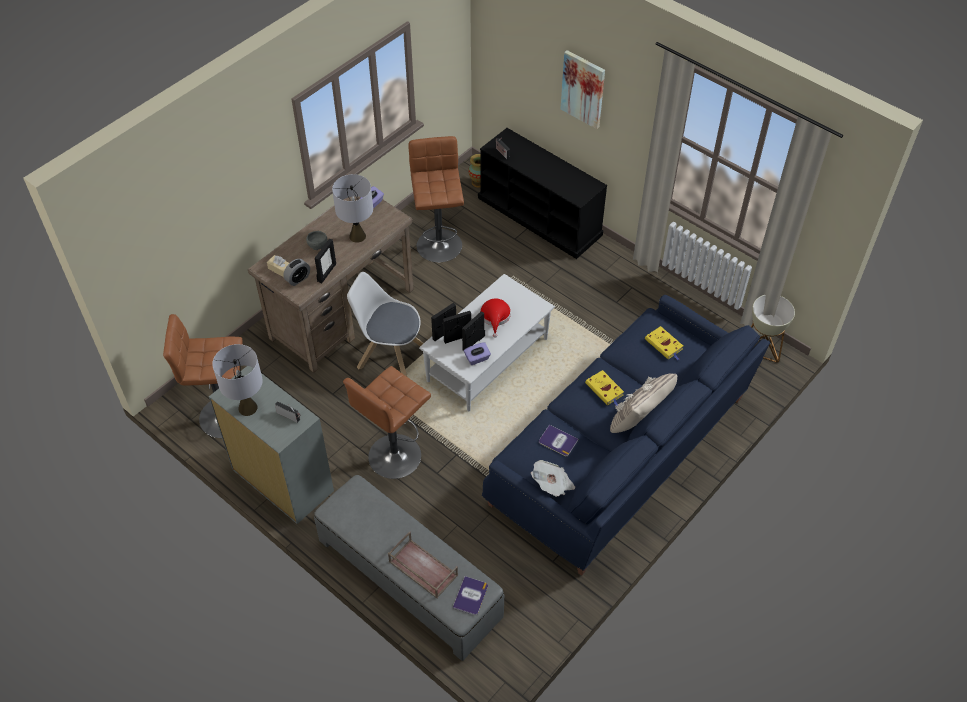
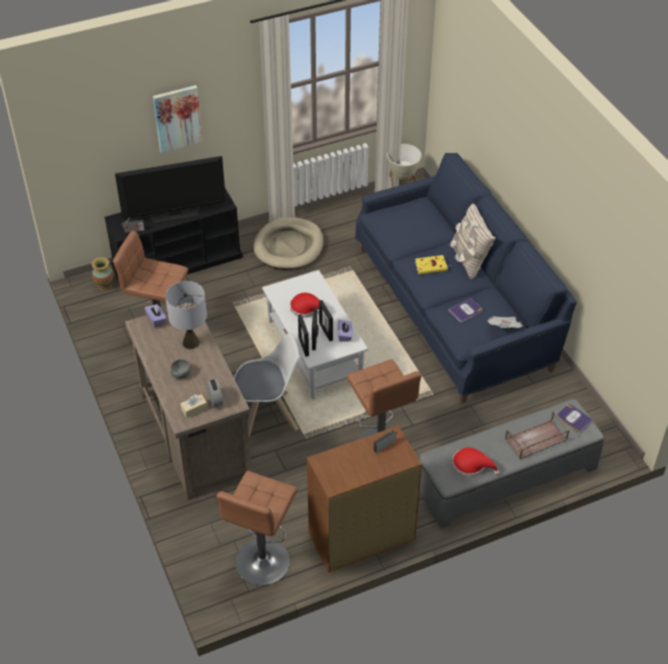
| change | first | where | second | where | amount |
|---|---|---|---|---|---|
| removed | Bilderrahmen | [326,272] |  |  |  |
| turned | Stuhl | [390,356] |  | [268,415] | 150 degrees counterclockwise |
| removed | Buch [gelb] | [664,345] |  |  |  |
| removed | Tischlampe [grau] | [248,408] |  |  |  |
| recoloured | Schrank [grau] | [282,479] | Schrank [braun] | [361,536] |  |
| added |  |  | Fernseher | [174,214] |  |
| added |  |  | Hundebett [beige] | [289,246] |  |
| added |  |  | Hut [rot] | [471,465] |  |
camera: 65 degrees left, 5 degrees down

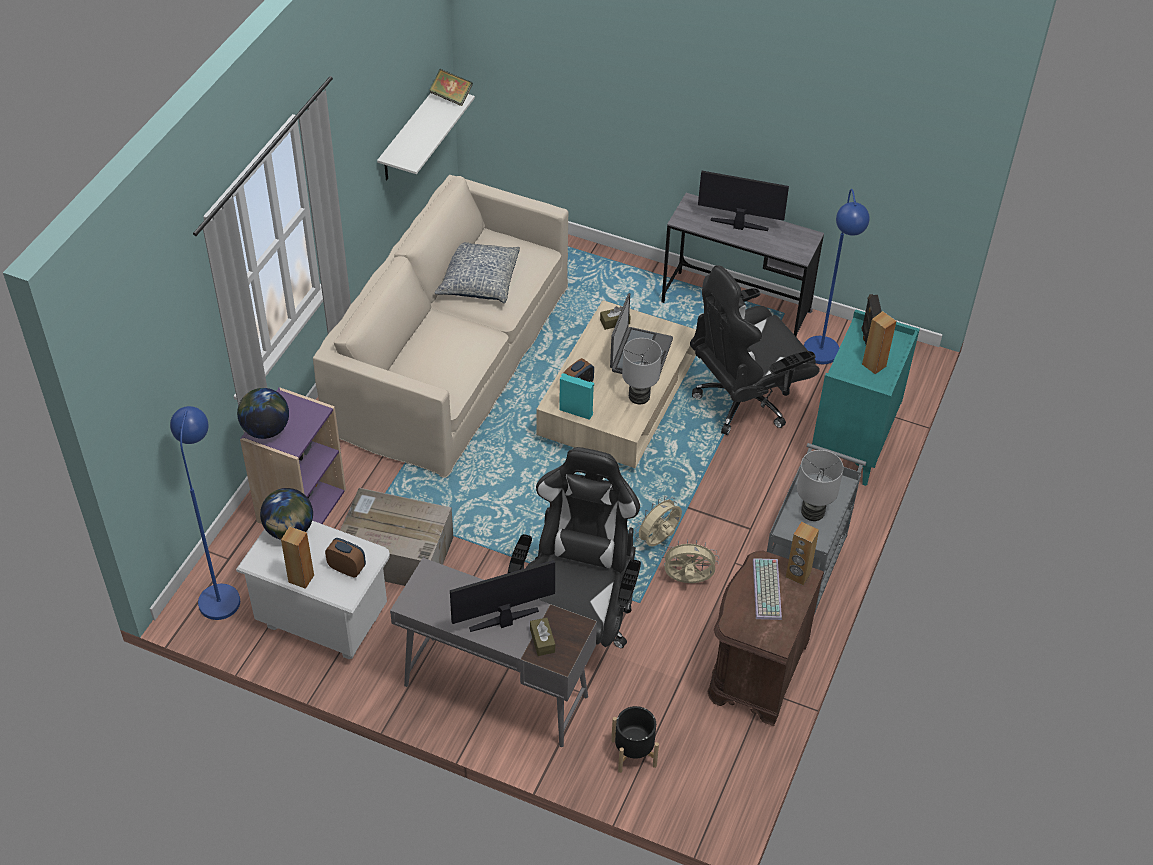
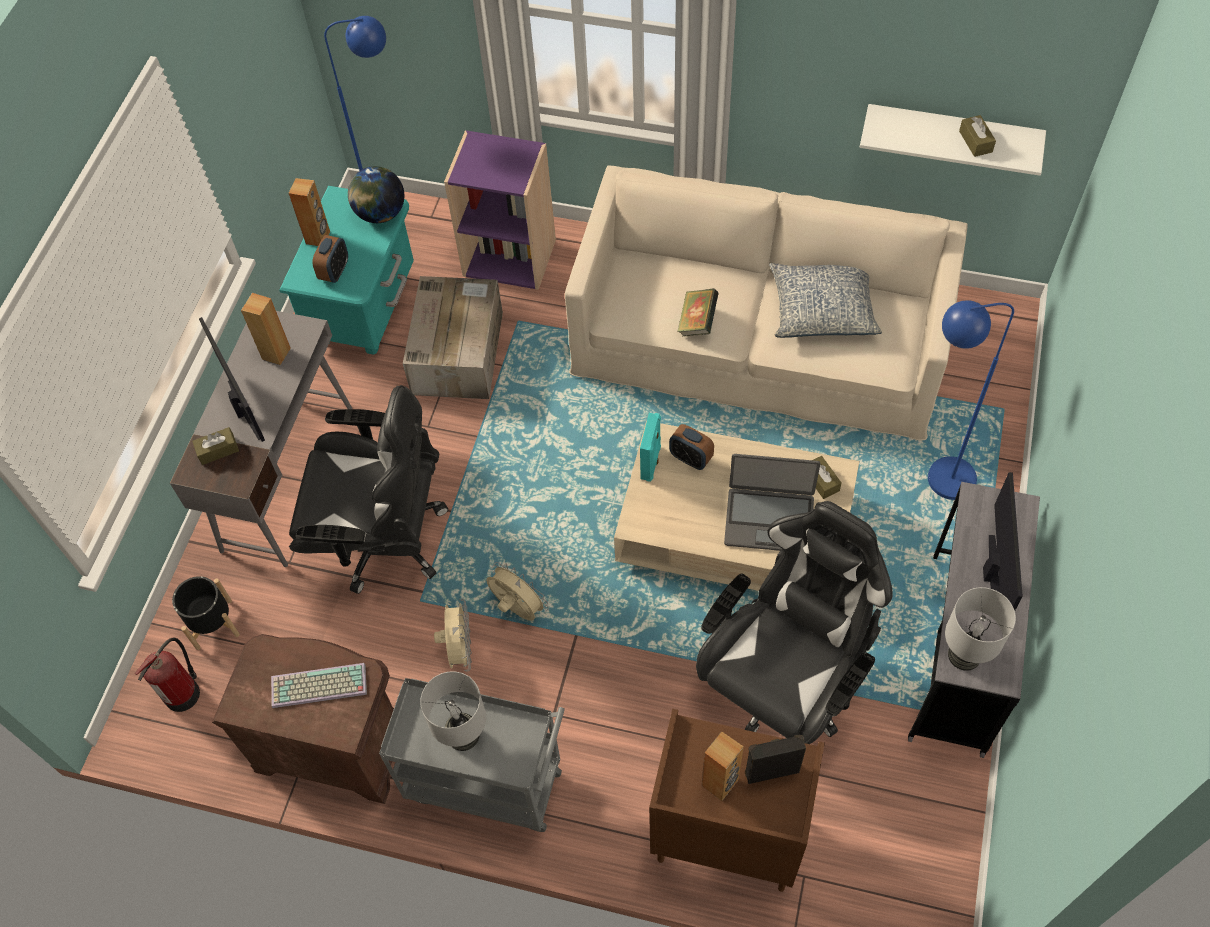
| change | first | where | second | where | amount |
|---|---|---|---|---|---|
| moved | Buch | [451,97] |  | [697,322] |  |
| moved | Stehlampe [blau] | [822,360] |  | [936,482] |  |
| turned | Bürostuhl [schwarz] | [748,398] |  | [783,687] | 75 degrees clockwise |
| recoloured | Schrank [türkis] | [852,446] | Schrank [braun] | [726,837] |  |
| moved | Tischlampe [grau] | [639,396] |  | [964,655] |  |
| removed | Globus | [266,429] |  |  |  |
| recoloured | Nachttisch [weiß] | [324,617] | Nachttisch [türkis] | [367,310] |  |
| moved | Lautsprecher [braun] | [798,575] |  | [276,353] |  |
| added |  |  | Taschentuchbox [braun] | [975,141] |  |
| added |  |  | Feuerlöscher | [183,692] |  |
camera: 85 degrees right, 10 degrees up

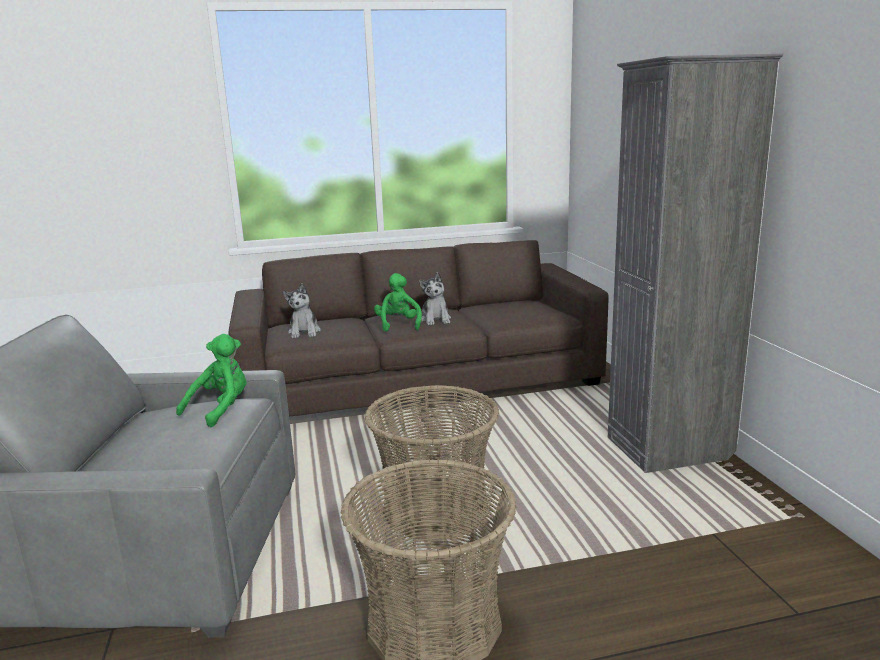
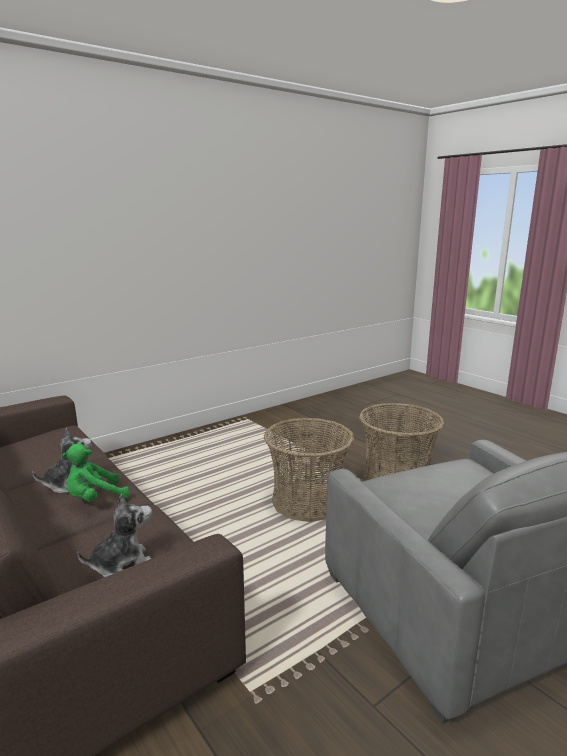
| change | first | where | second | where | amount |
|---|---|---|---|---|---|
| removed | Schrank [grau] | [668,449] |  |  |  |
| removed | Plüschtier [grün] | [221,409] |  |  |  |
camera: 115 degrees left, 0 degrees up

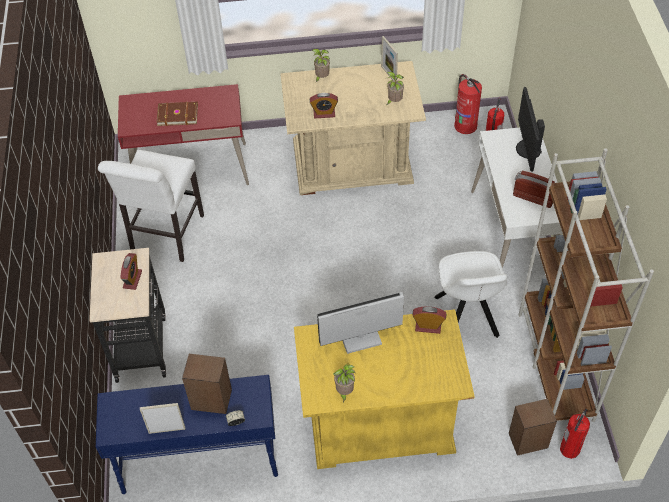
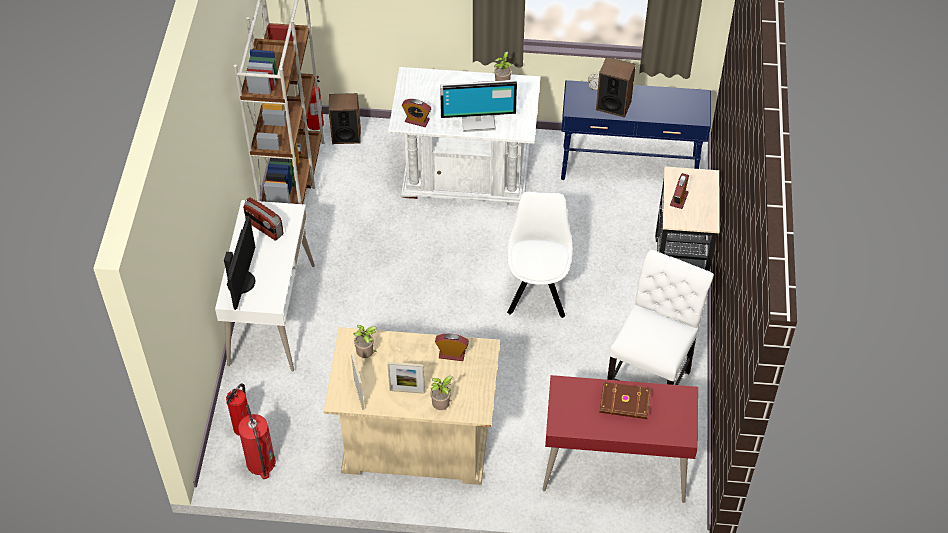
| change | first | where | second | where | amount |
|---|---|---|---|---|---|
| moved | Stuhl [weiß] | [467,317] |  | [537,291] |  |
| recoloured | Schrank [gelb] | [379,419] | Schrank [weiß] | [466,172] |  |
| moved | Bilderrahmen | [167,430] |  | [407,391] |  |
camera: 170 degrees left, 0 degrees up

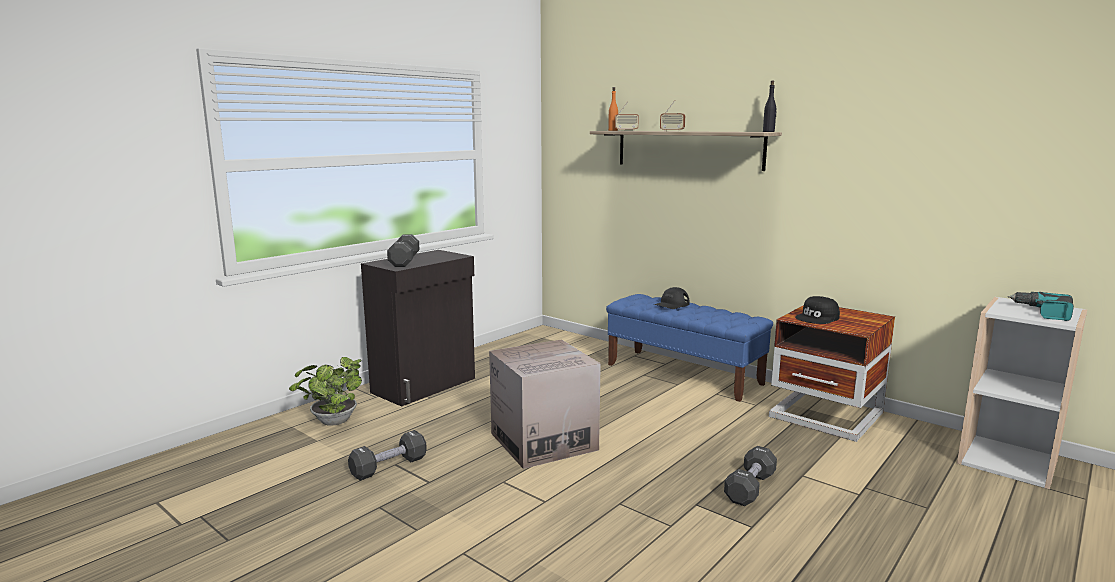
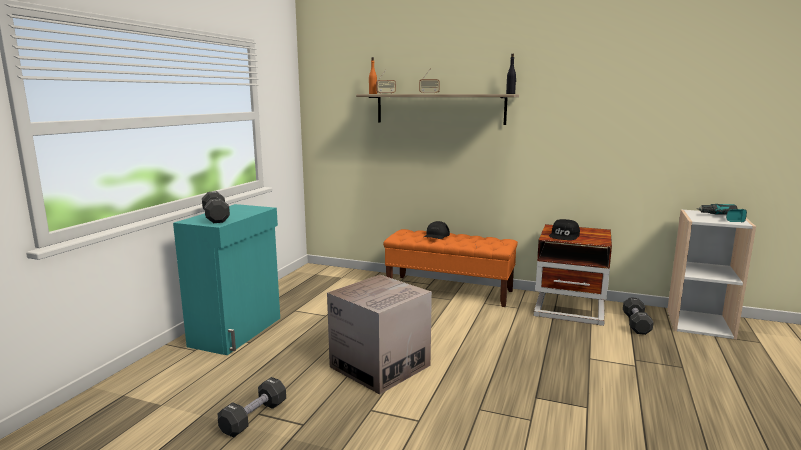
| change | first | where | second | where | amount |
|---|---|---|---|---|---|
| recoloured | Schrank [schwarz] | [425,385] | Schrank [türkis] | [238,331] |  |
| recoloured | Bank [blau] | [684,374] | Bank [orange] | [449,291] |  |
| removed | Topfpflanze | [332,423] |  |  |  |
| moved | Hantel [schwarz] | [750,488] |  | [636,324] |  |
camera: 20 degrees left, 0 degrees up

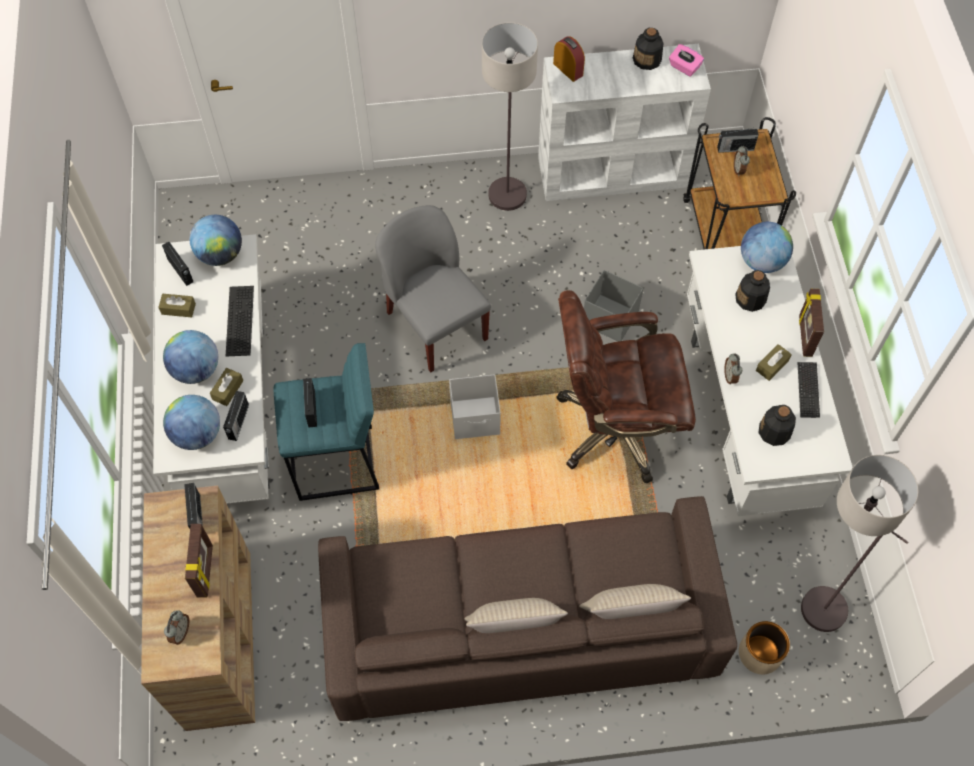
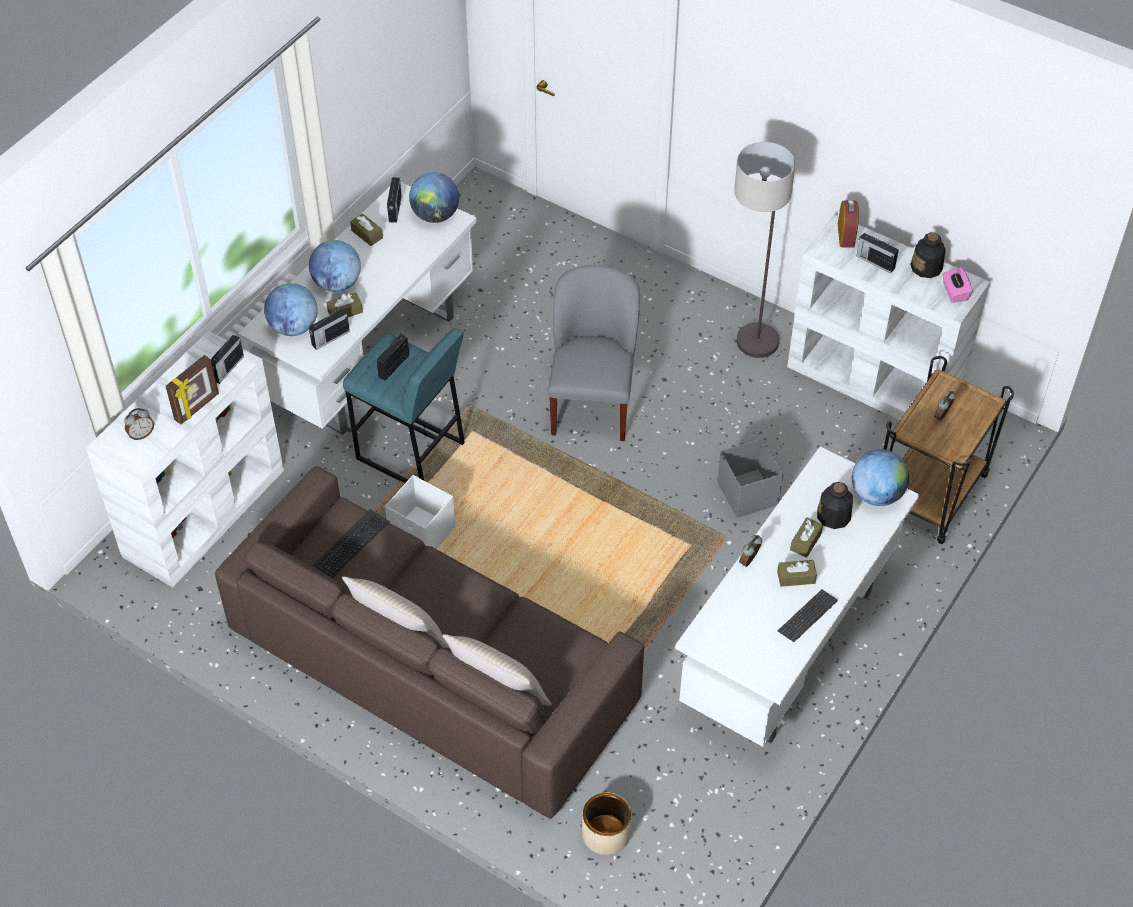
| change | first | where | second | where | amount |
|---|---|---|---|---|---|
| moved | Radio | [734,148] |  | [874,262] |  |
| moved | Tastatur | [238,320] |  | [351,542] |  |
| removed | Bilderrahmen | [804,336] |  |  |  |
| removed | Bürostuhl [braun] | [617,426] |  |  |  |
| moved | Aufbewahrungsbox [weiß] | [476,418] |  | [422,533] |  |
| removed | Flasche | [774,432] |  |  |  |
| removed | Stehlampe [grau] | [811,601] |  |  |  |
| recoloured | Bücherregal [braun] | [217,639] | Bücherregal [weiß] | [203,512] |  |
| added |  |  | Taschentuchbox [braun] | [805,541] |  |
camera: 40 degrees right, 10 degrees down

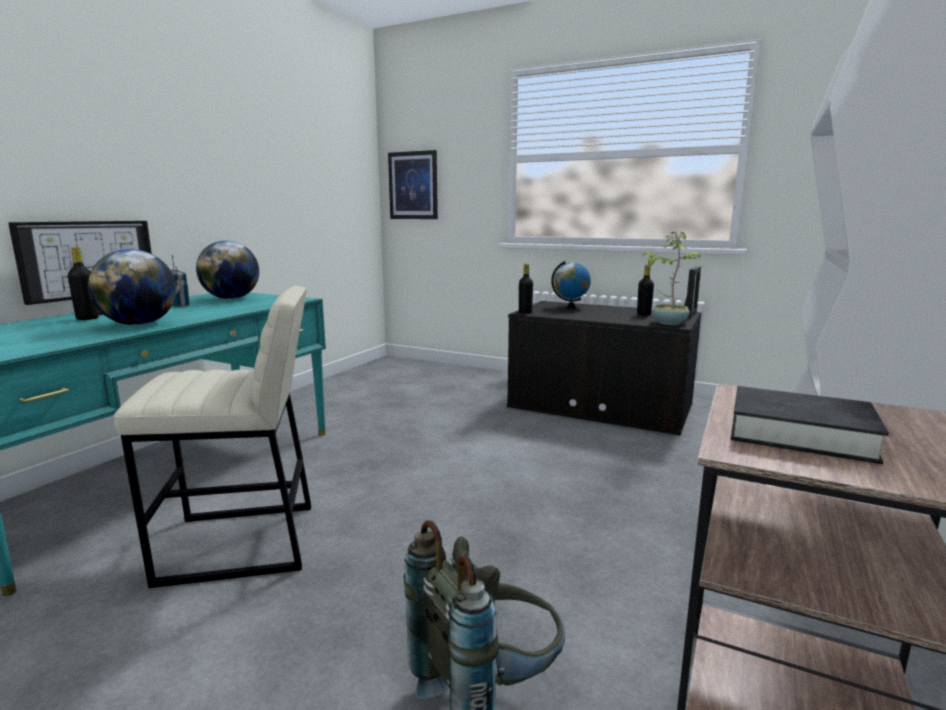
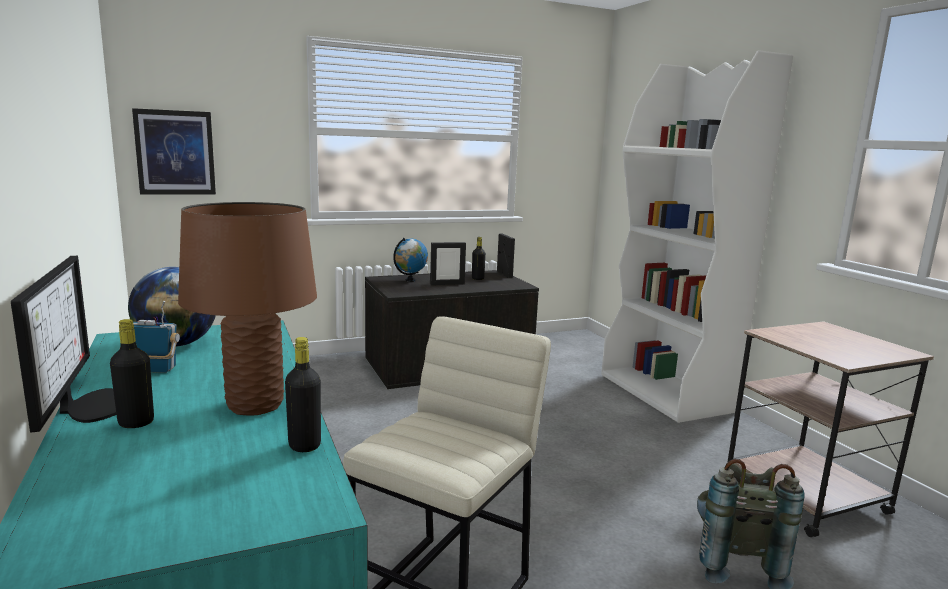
| change | first | where | second | where | amount |
|---|---|---|---|---|---|
| removed | Topfpflanze | [668,323] |  |  |  |
| replaced | Globus | [139,324] | Tischlampe [braun] | [255,405] |  |
| moved | Flasche [schwarz] | [525,312] |  | [304,445] |  |
| removed | Buch [schwarz] | [799,433] |  |  |  |
| added |  |  | Bilderrahmen | [447,284] |  |
camera: 50 degrees left, 0 degrees up

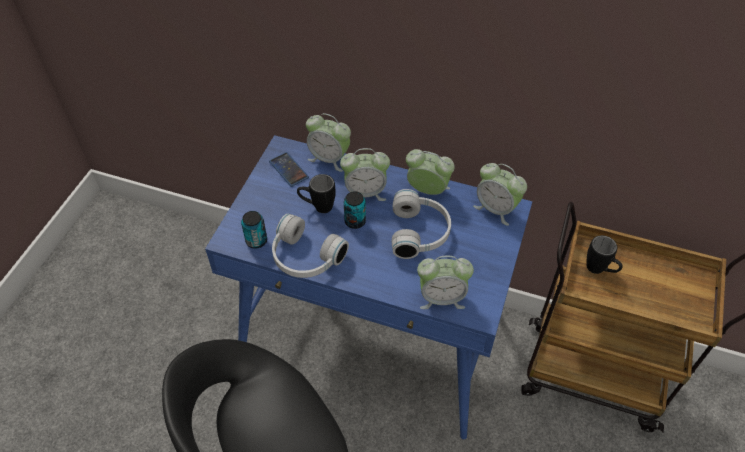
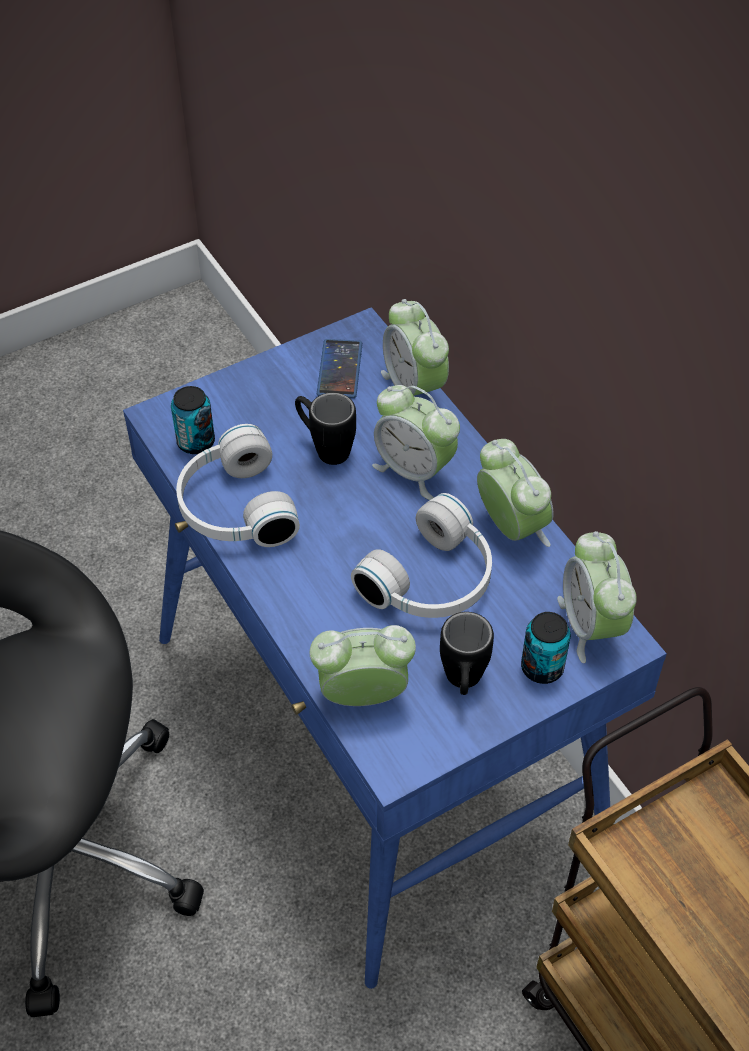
| change | first | where | second | where | amount |
|---|---|---|---|---|---|
| moved | Dose | [355,221] |  | [542,667] |  |
| moved | Henkelbecher [schwarz] | [599,270] |  | [463,684] |  |
| turned | Wecker | [441,297] |  | [363,695] | 135 degrees clockwise |
camera: 40 degrees right, 0 degrees up

